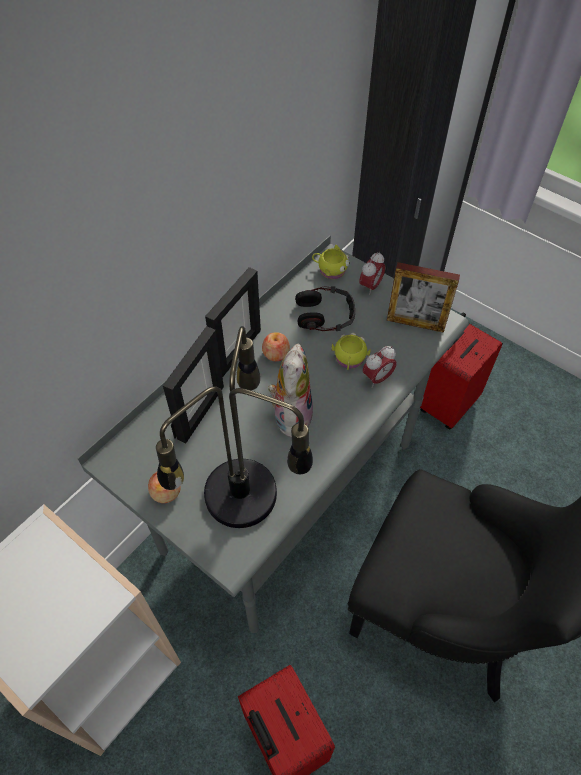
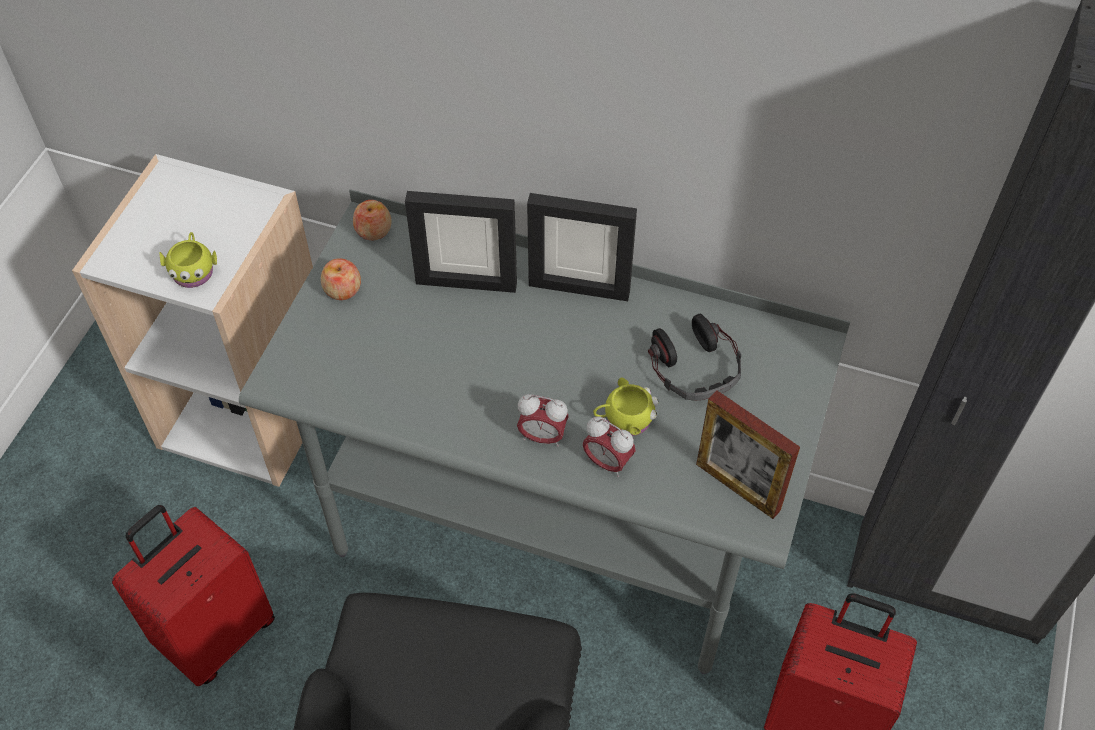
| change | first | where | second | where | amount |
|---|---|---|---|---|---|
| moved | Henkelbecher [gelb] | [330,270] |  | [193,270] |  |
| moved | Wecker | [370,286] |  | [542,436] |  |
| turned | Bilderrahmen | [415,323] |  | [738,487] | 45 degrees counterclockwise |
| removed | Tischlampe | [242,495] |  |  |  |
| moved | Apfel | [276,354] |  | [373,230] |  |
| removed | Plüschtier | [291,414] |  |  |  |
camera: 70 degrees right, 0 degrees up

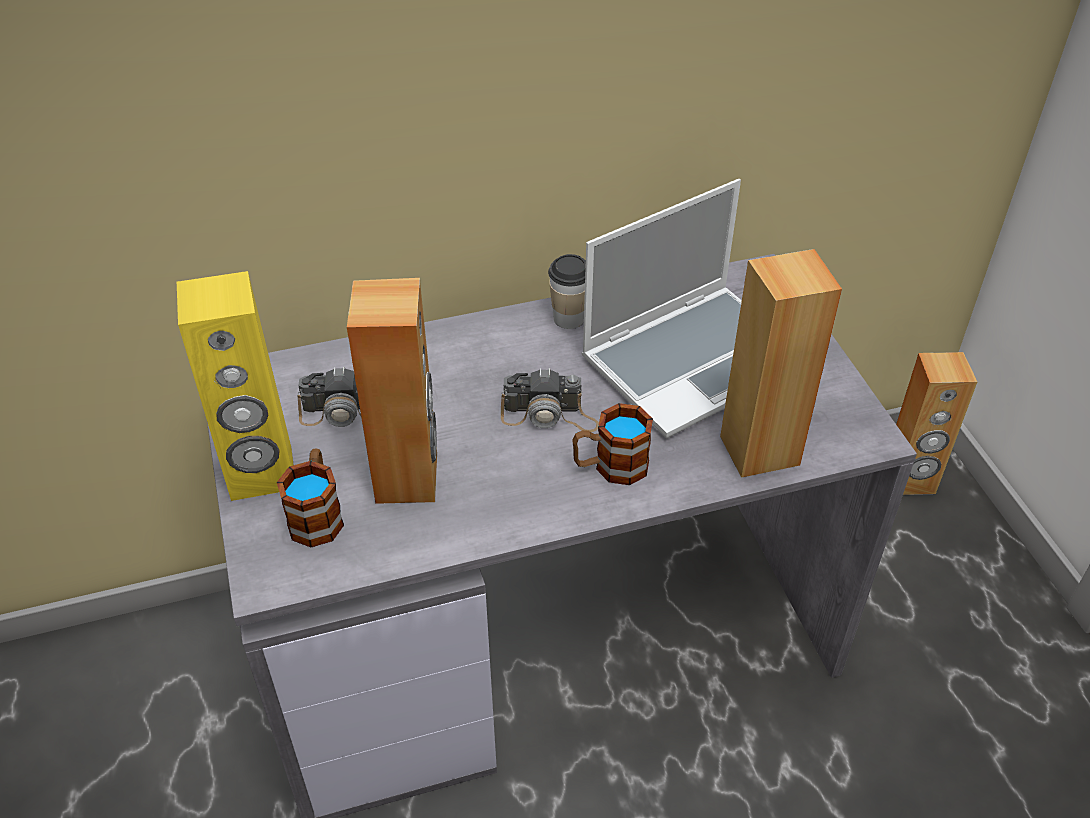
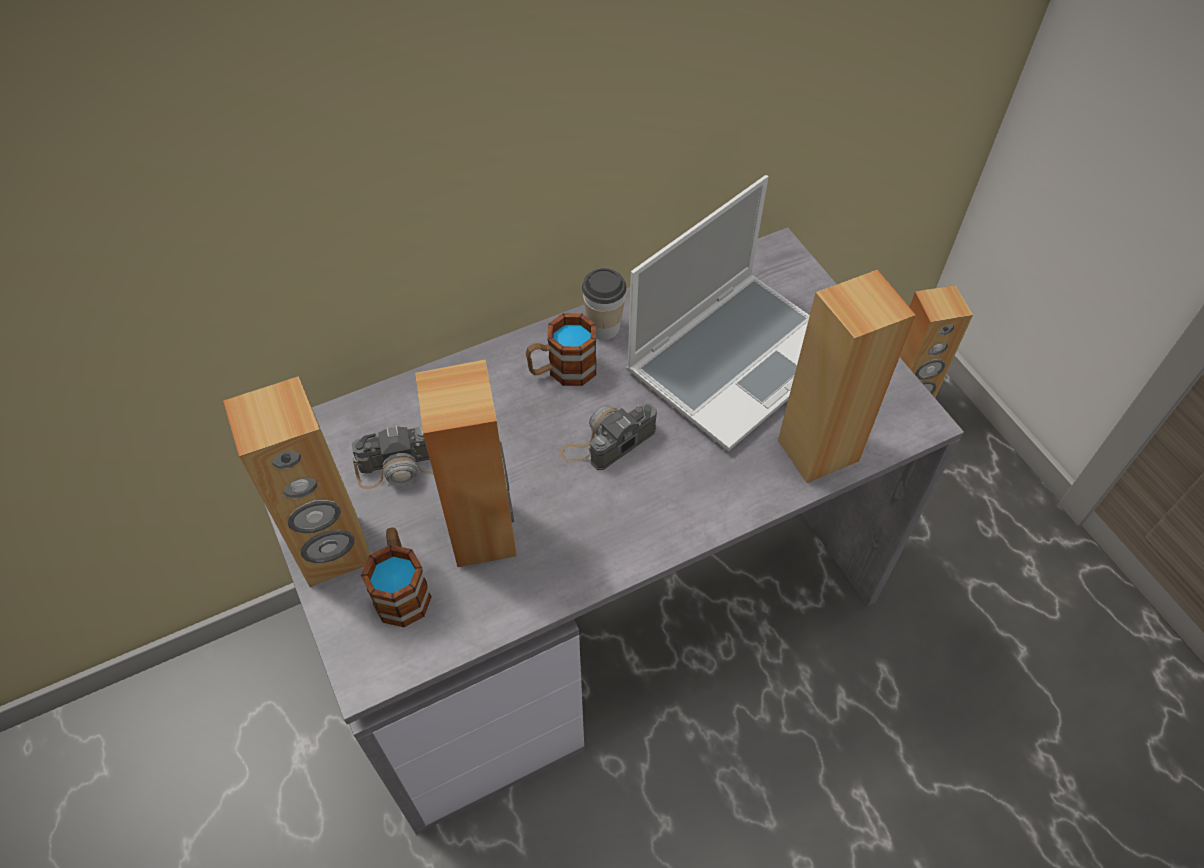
| change | first | where | second | where | amount |
|---|---|---|---|---|---|
| recoloured | Lautsprecher [gelb] | [261,474] | Lautsprecher [braun] | [334,551] |  |
| turned | Kamera | [549,415] |  | [608,441] | 150 degrees clockwise |
| moved | Henkelbecher | [610,466] |  | [562,370] |  |
camera: 10 degrees left, 10 degrees up

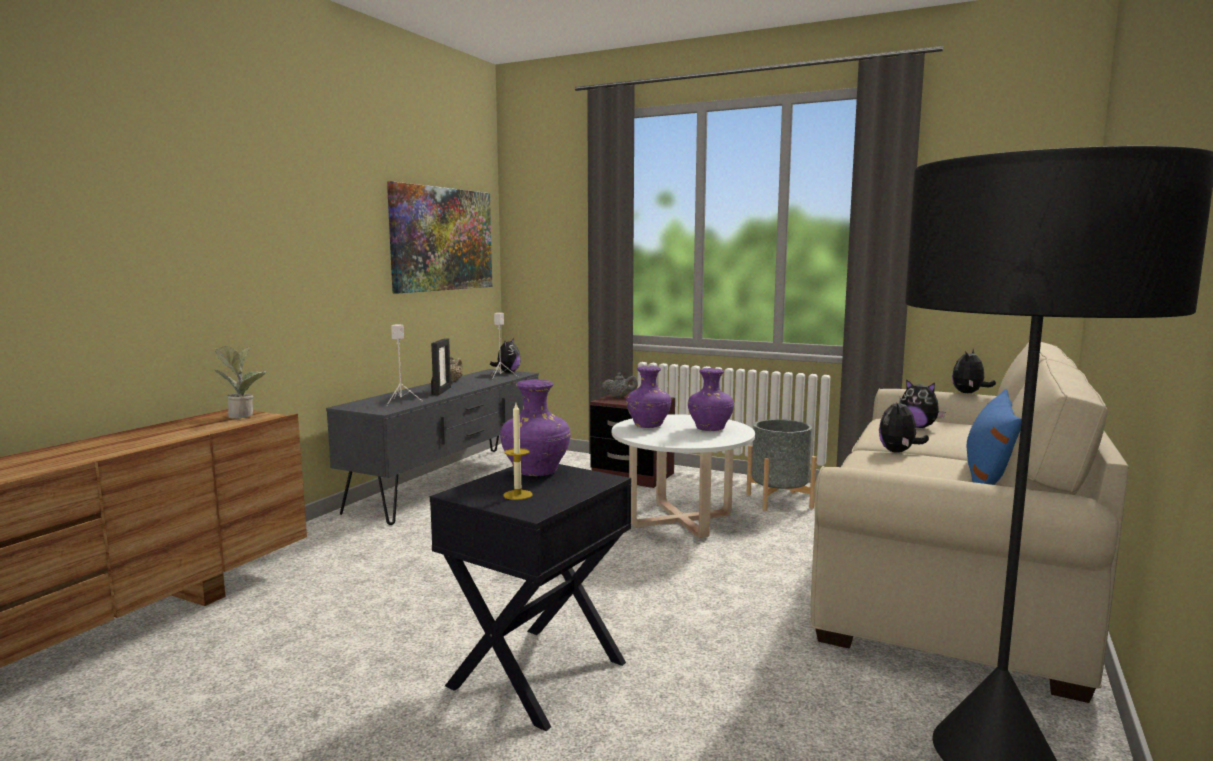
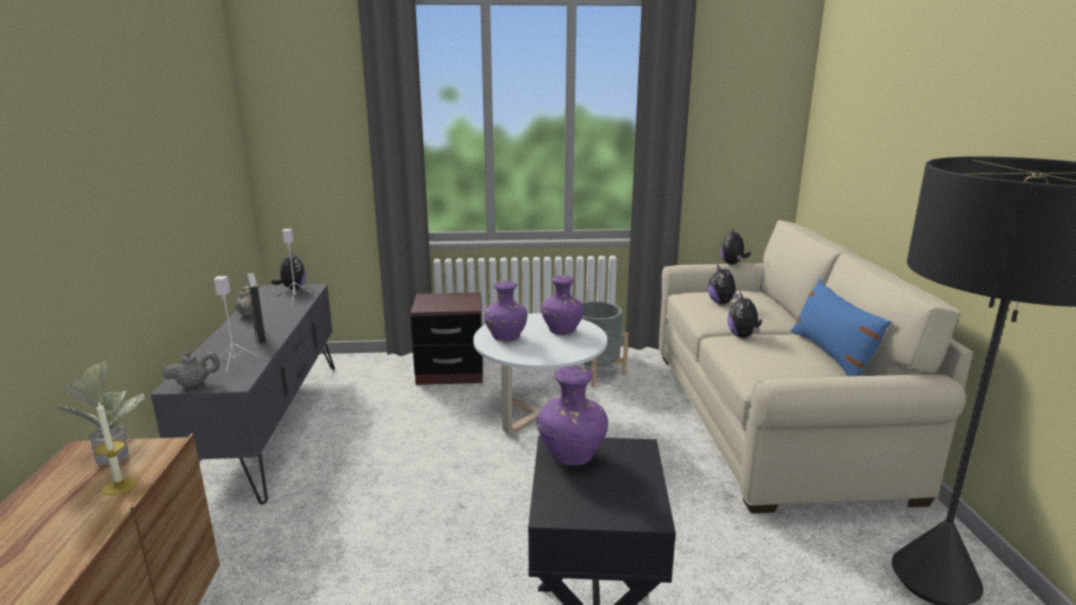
| change | first | where | second | where | amount |
|---|---|---|---|---|---|
| removed | Bild | [442,239] |  |  |  |
| moved | Teekanne [grau] | [620,397] |  | [194,384] |  |
| turned | Plüschtier | [918,427] |  | [722,303] | 60 degrees clockwise |
| moved | Kerze | [517,495] |  | [119,486] |  |
camera: 30 degrees left, 10 degrees up

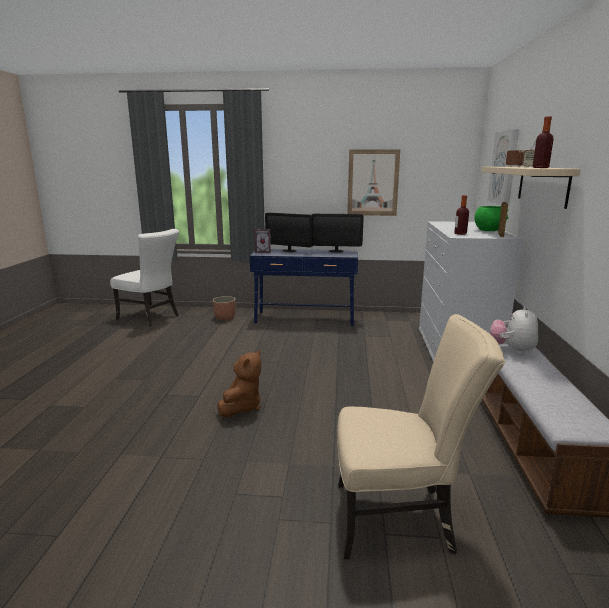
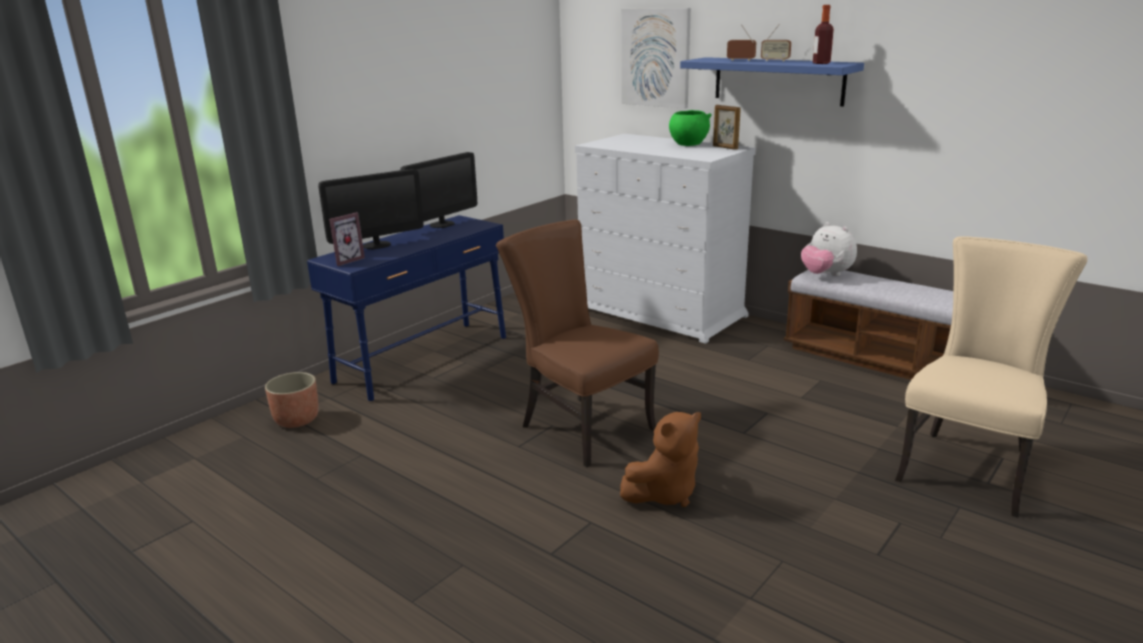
| change | first | where | second | where | amount |
|---|---|---|---|---|---|
| removed | Bild | [373,183] |  |  |  |
| recoloured | Wandregal [beige] | [542,185] | Wandregal [blau] | [778,81] |  |
| removed | Flasche | [460,233] |  |  |  |
| removed | Stuhl [weiß] | [151,317] |  |  |  |
| turned | Plüschtier [braun] | [242,407] |  | [664,493] | 90 degrees clockwise |
| added |  |  | Stuhl [braun] | [580,426] |  |
camera: 55 degrees left, 5 degrees up

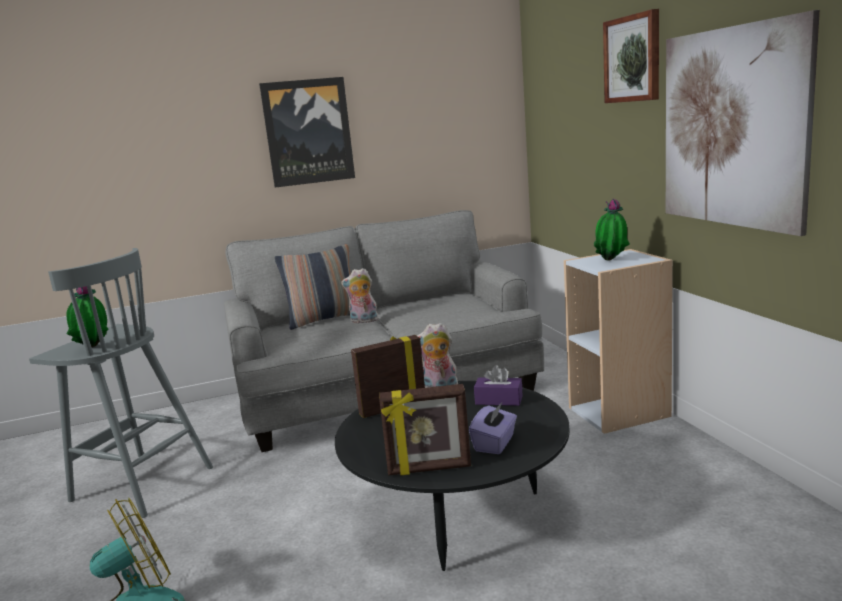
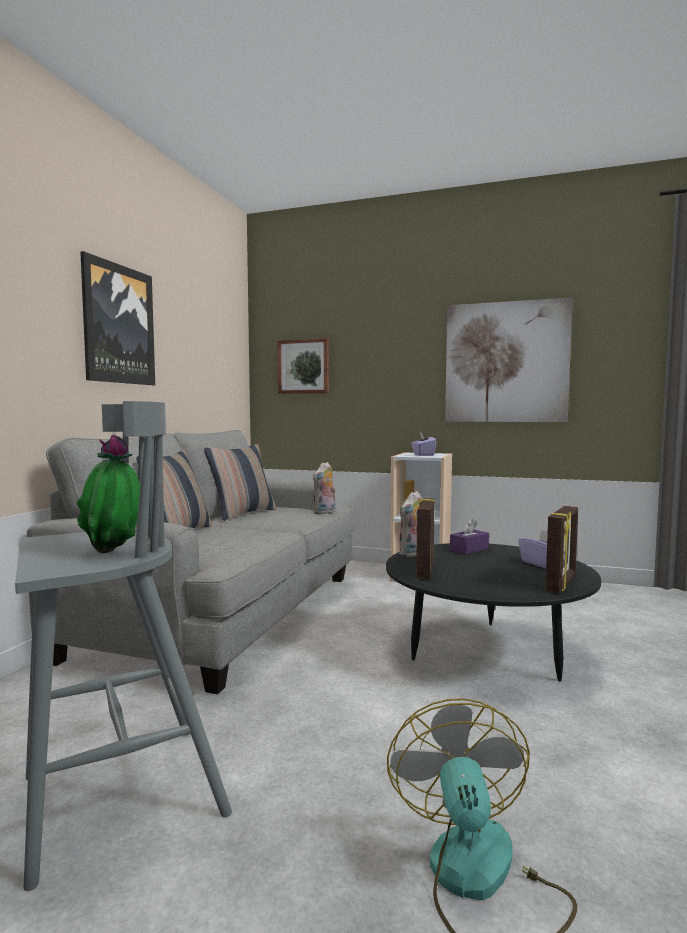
| change | first | where | second | where | amount |
|---|---|---|---|---|---|
| moved | Bild | [633,59] |  | [304,366] |  |
| replaced | Topfpflanze | [611,261] | Taschentuchbox [lila] | [423,455] |  |
| moved | Plüschtier | [363,321] |  | [325,512] |  |
| added |  |  | Kissen | [243,514] |  |
camera: 55 degrees left, 10 degrees down

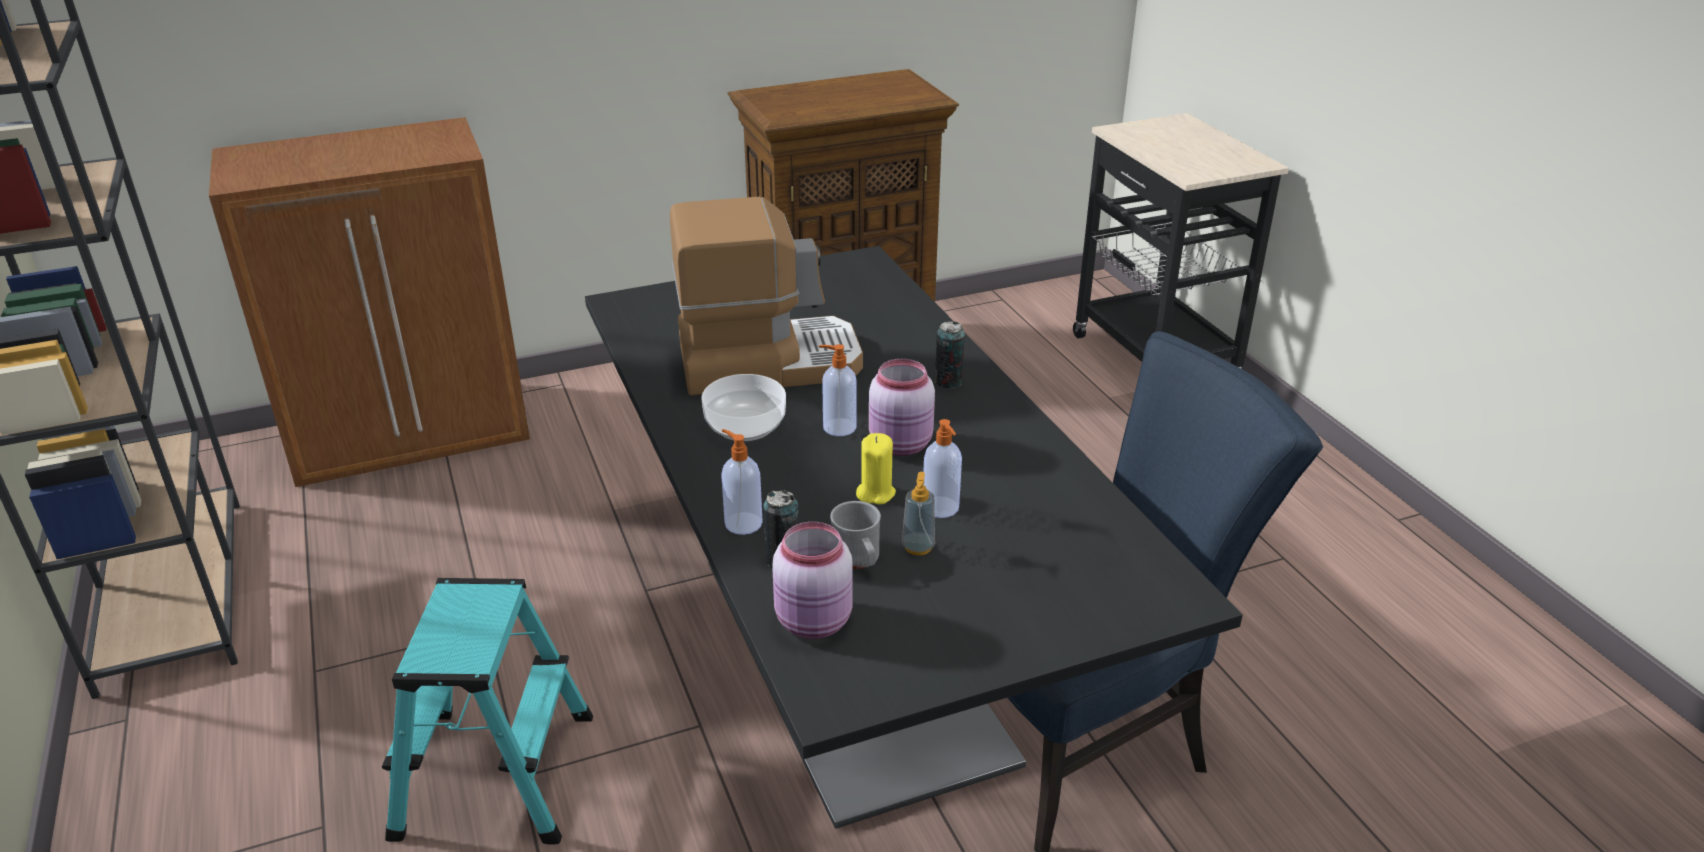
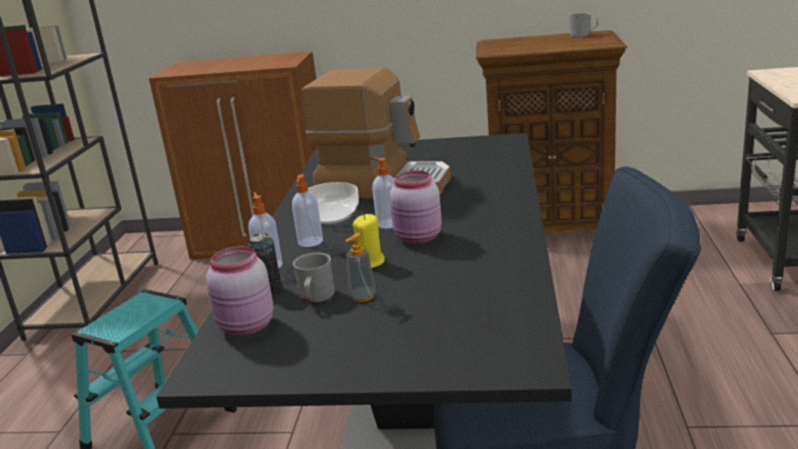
| change | first | where | second | where | amount |
|---|---|---|---|---|---|
| removed | Dose | [948,382] |  |  |  |
| moved | Seifenspender | [941,508] |  | [310,242] |  |
| added |  |  | Henkelbecher [grau] | [583,35] |  |
camera: 30 degrees right, 10 degrees down

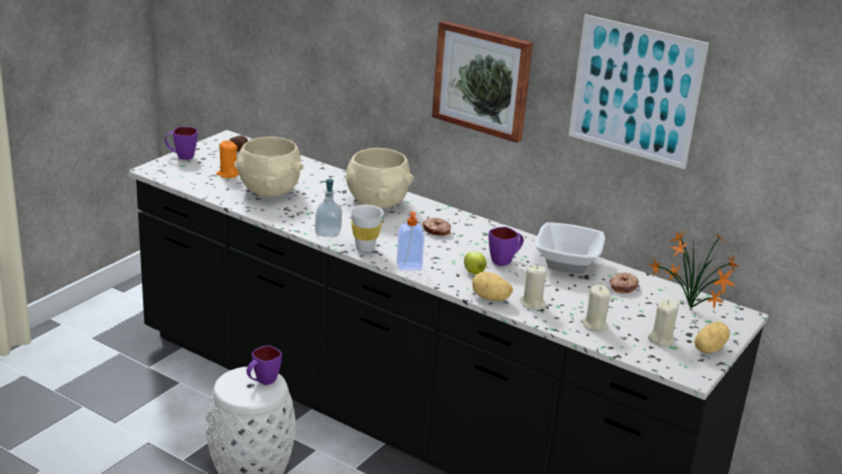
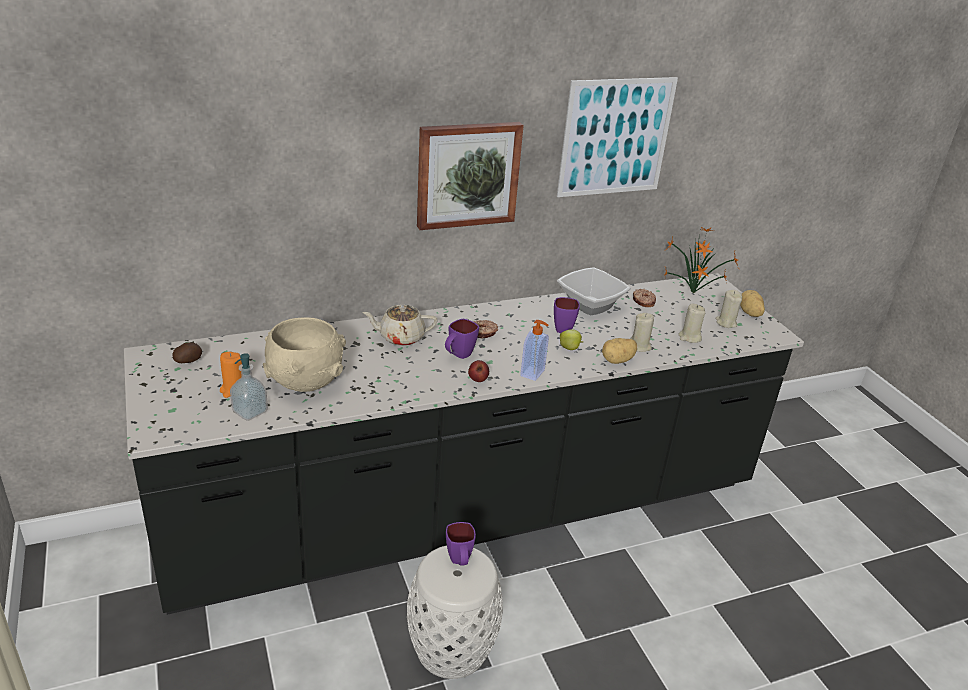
| change | first | where | second | where | amount |
|---|---|---|---|---|---|
| moved | Henkelbecher [lila] | [181,156] |  | [458,356] |  |
| replaced | Schüssel [beige] | [377,203] | Teekanne [beige] | [400,337] |  |
| moved | Seifenspender | [328,232] |  | [250,412] |  |
| replaced | Tasse [weiß] | [365,248] | Apfel | [478,379] |  |
camera: 55 degrees left, 5 degrees up

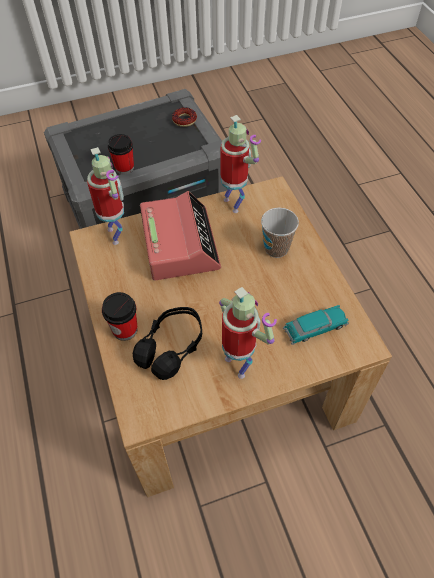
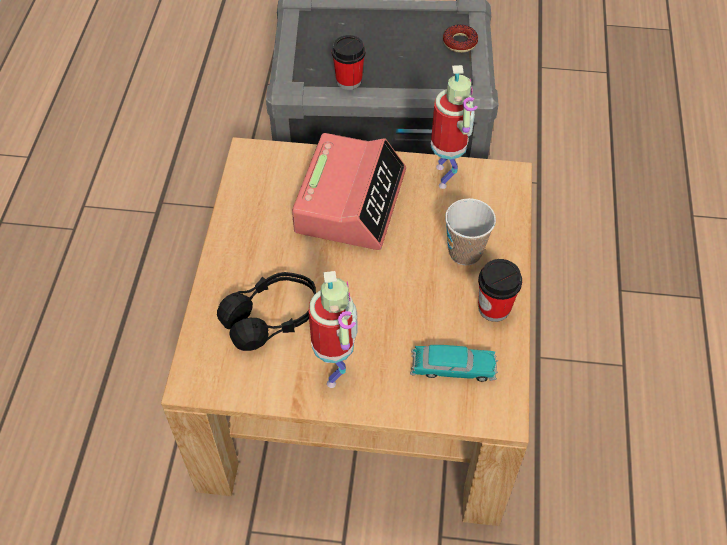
| change | first | where | second | where | amount |
|---|---|---|---|---|---|
| removed | Spielzeugroboter | [117,235] |  |  |  |
| moved | Tasse | [125,329] |  | [494,308] |  |
camera: 25 degrees right, 0 degrees up

